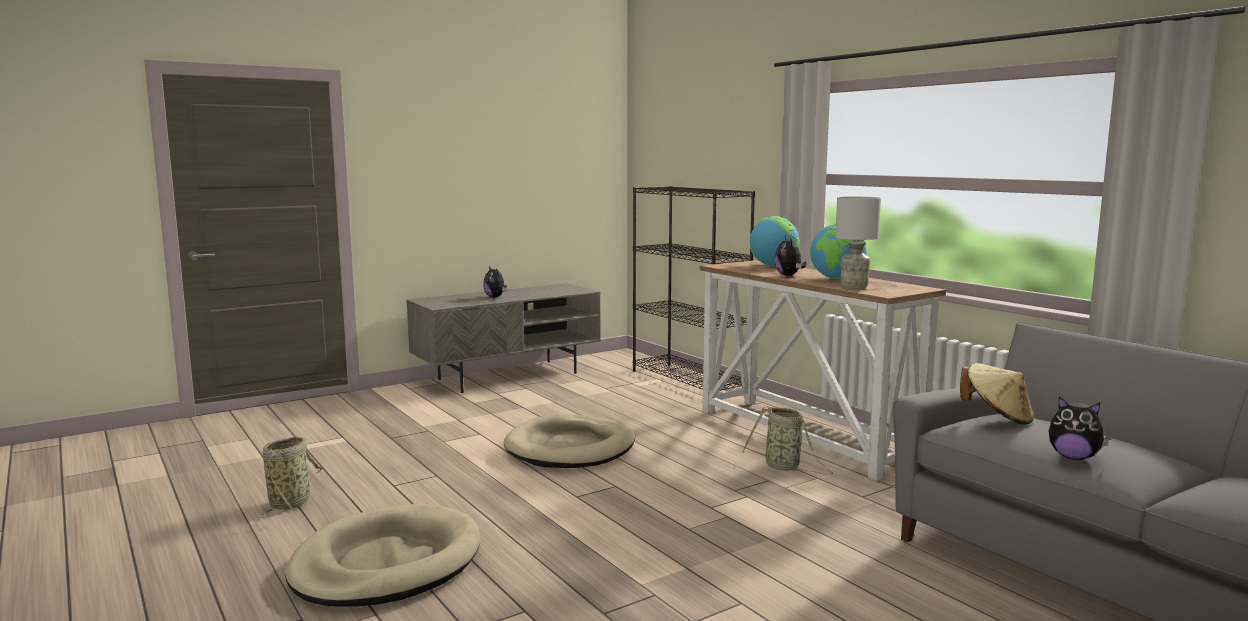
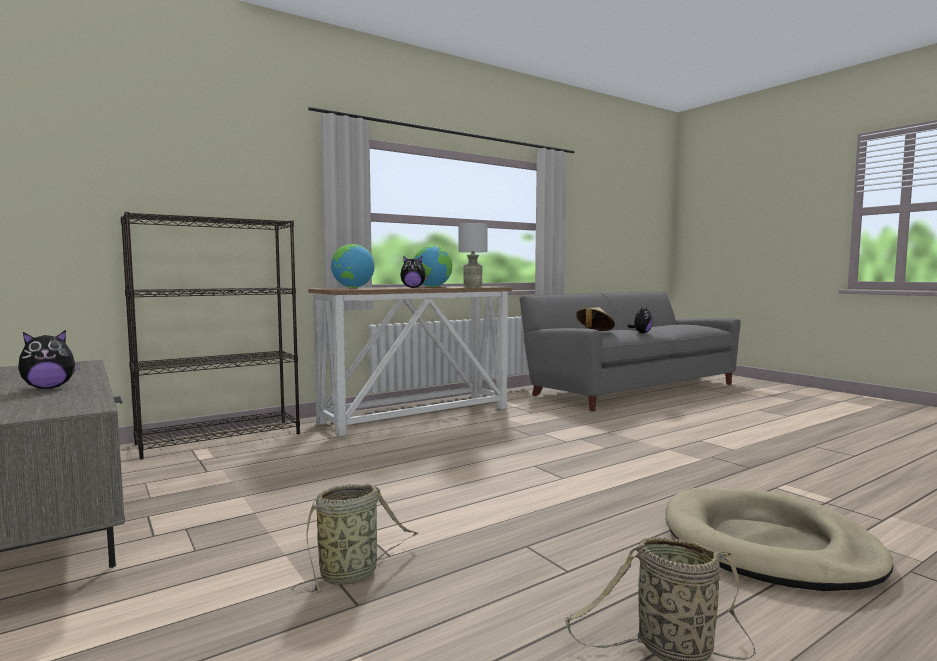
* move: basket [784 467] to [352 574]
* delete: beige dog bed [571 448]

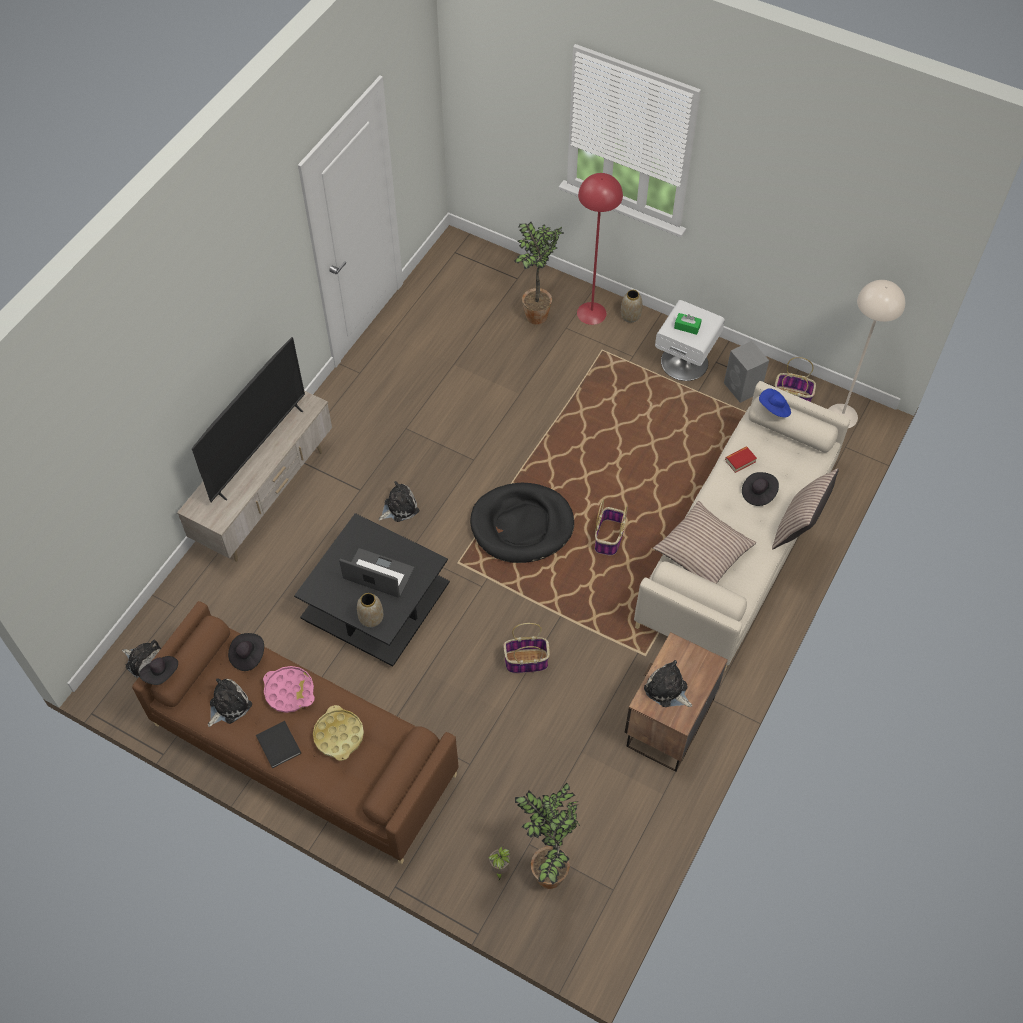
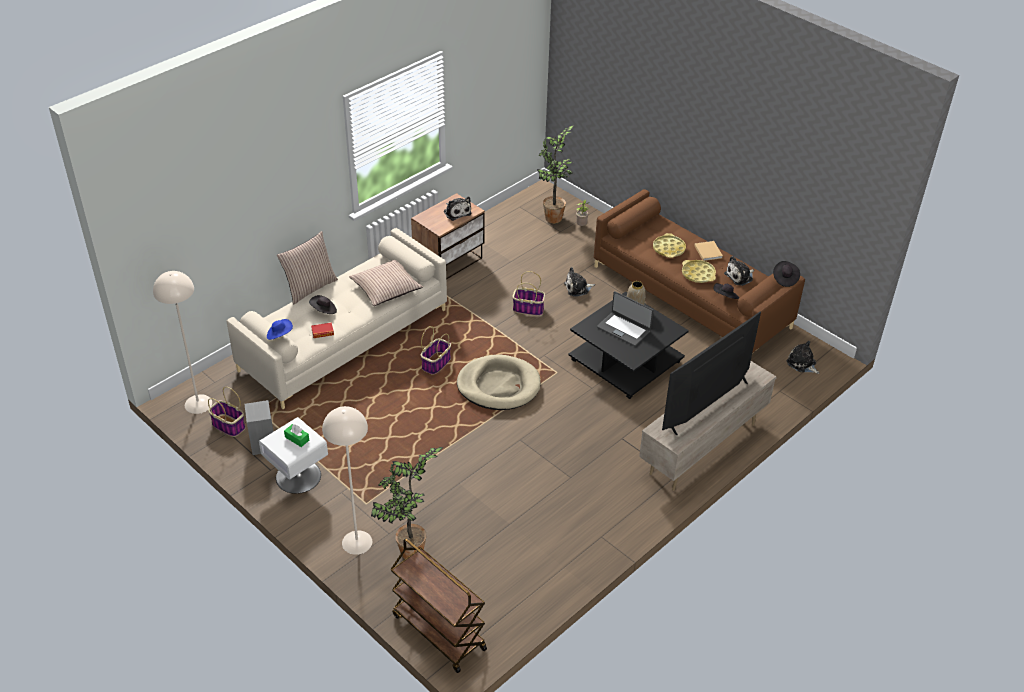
* recolor: red floor lamp [592 313] to beige floor lamp [356 542]
* delete: vase [630 316]
* move: plush toy [399 507] to [578 288]
* recolor: black dog bed [522 525] to beige dog bed [498 385]
* recolor: pink tray [289 691] to yellow tray [698 274]
* recolor: black book [279 746] to beige book [708 251]
* insert: brown cart [438 632]

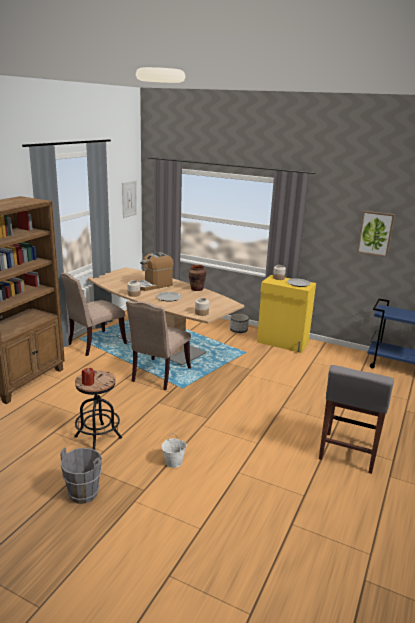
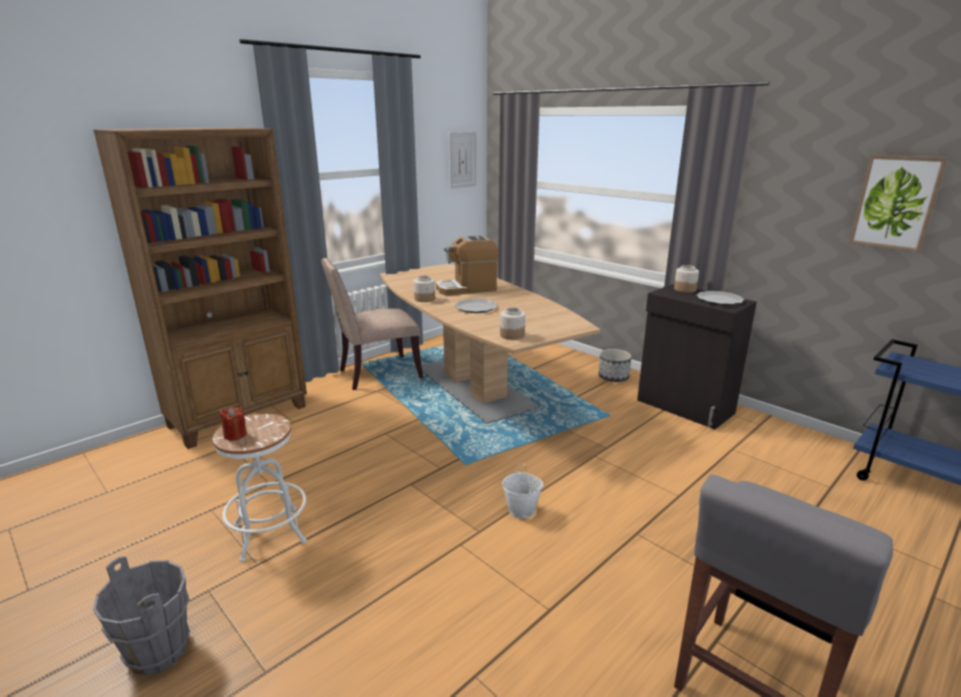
* delete: brown vase [196 289]
* recolor: yellow cabinet [282 343] to black cabinet [685 407]
* delete: beige chair [159 375]
* recolor: black stool [98 437] to white stool [270 533]
* move: white bucket [174 462] to [522 510]

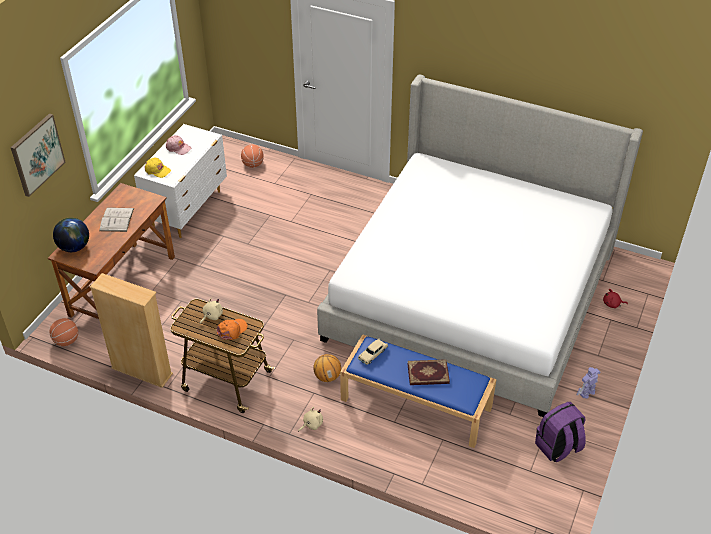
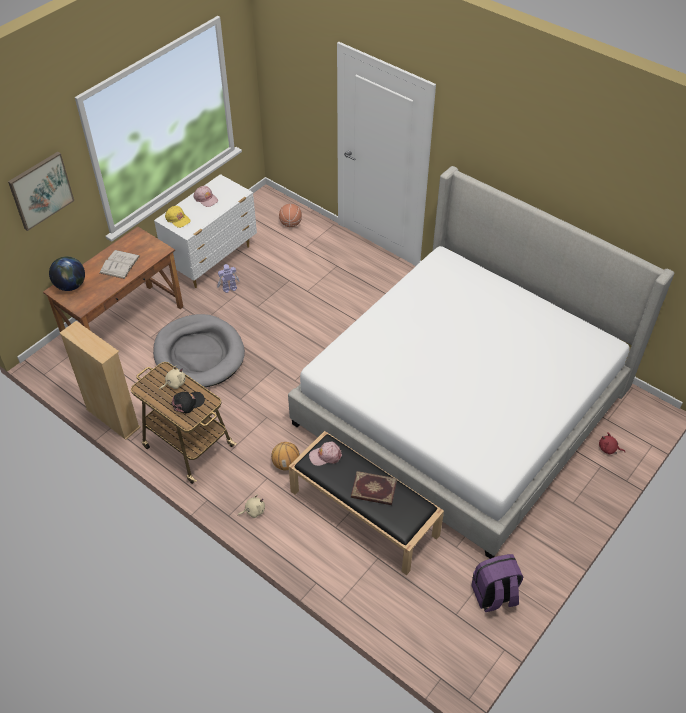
* delete: basketball [66 341]
* recolor: orange cap [232 330] to black cap [188 403]
* recolor: blue bench [417 403] to black bench [365 513]
* replace: beige toy car [373 354] to pink cap [325 456]
* move: toy robot [586 393] to [229 288]
* insert: grey dog bed [199 354]

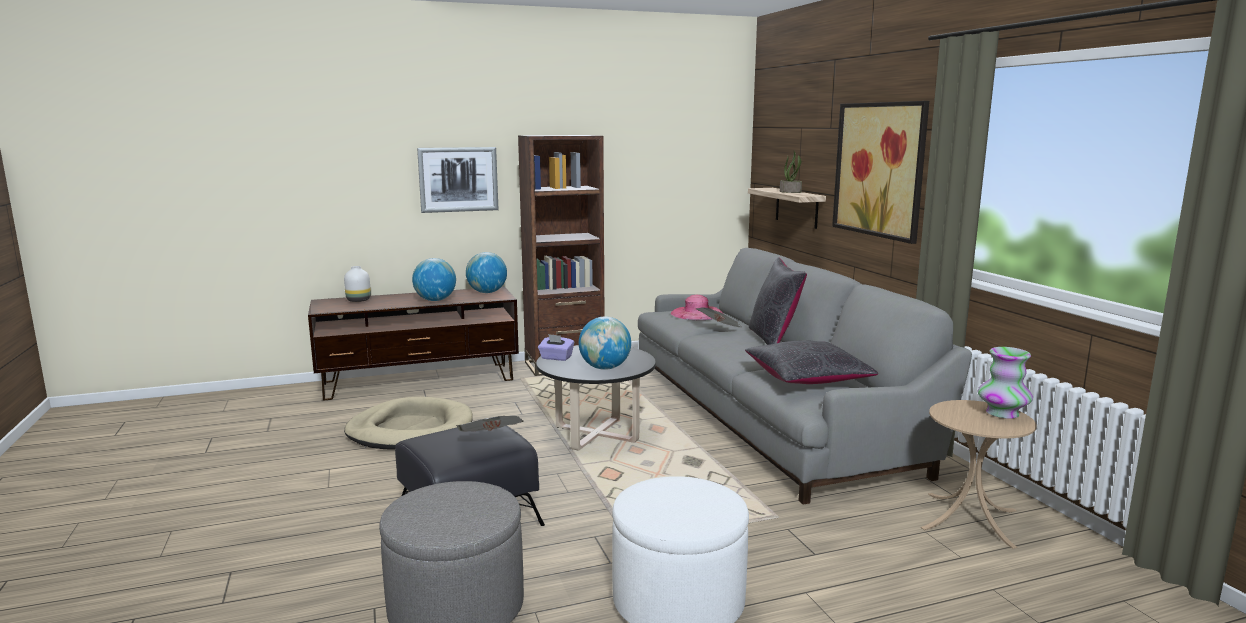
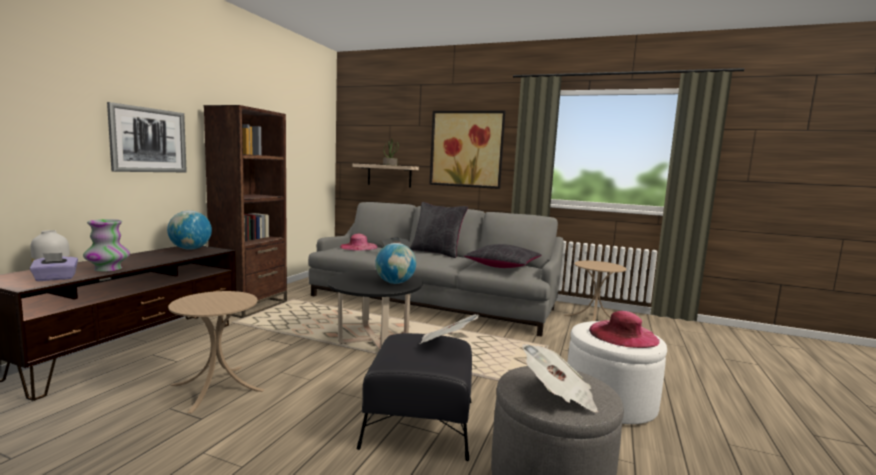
* delete: globe [435 300]
* move: purple tissue box [556 358] to [55 278]
* move: vase [1002 413] to [108 269]
* replace: beige dog bed [410 430] to beige side table [217 387]
* insert: pink hat [623 334]
* insert: newspaper [558 396]

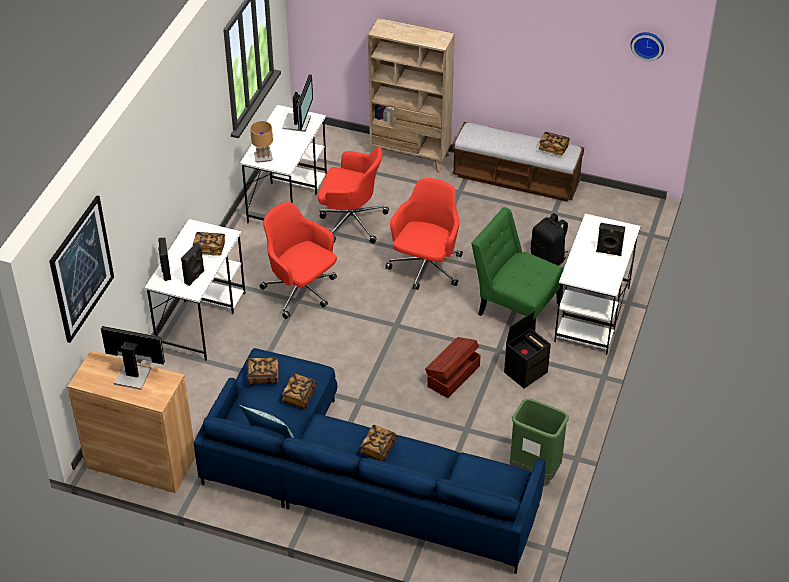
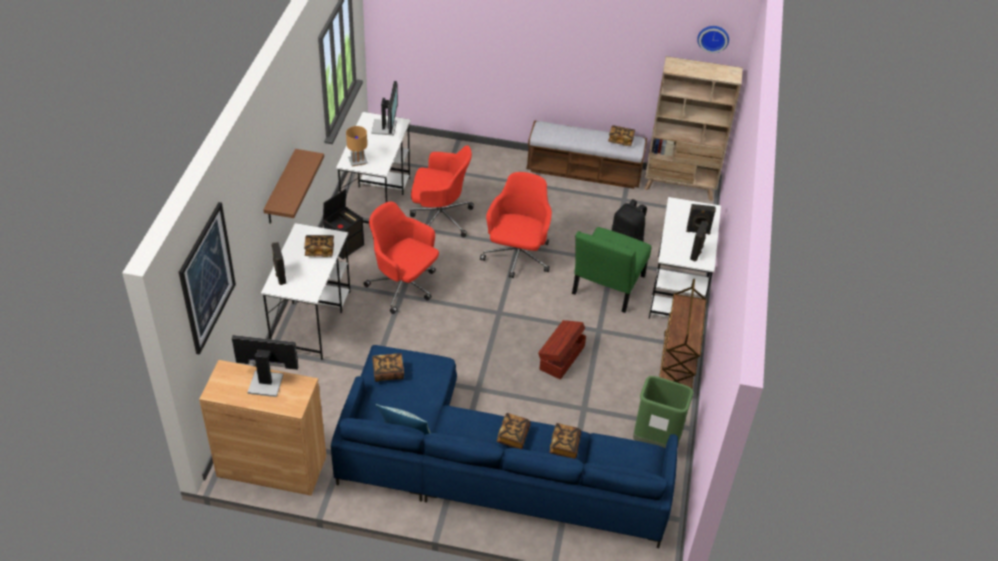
* move: beige bookcase [410 156] to [680 186]
* rotate: green chair [515 306] = [606 288] 90 degrees counterclockwise
* move: black speaker [195 277] to [697 253]
* move: black storage box [525 371] to [345 245]
* move: book [299 396] to [564 446]
* insert: brown shelf [280 188]
* insert: brown cart [677 366]

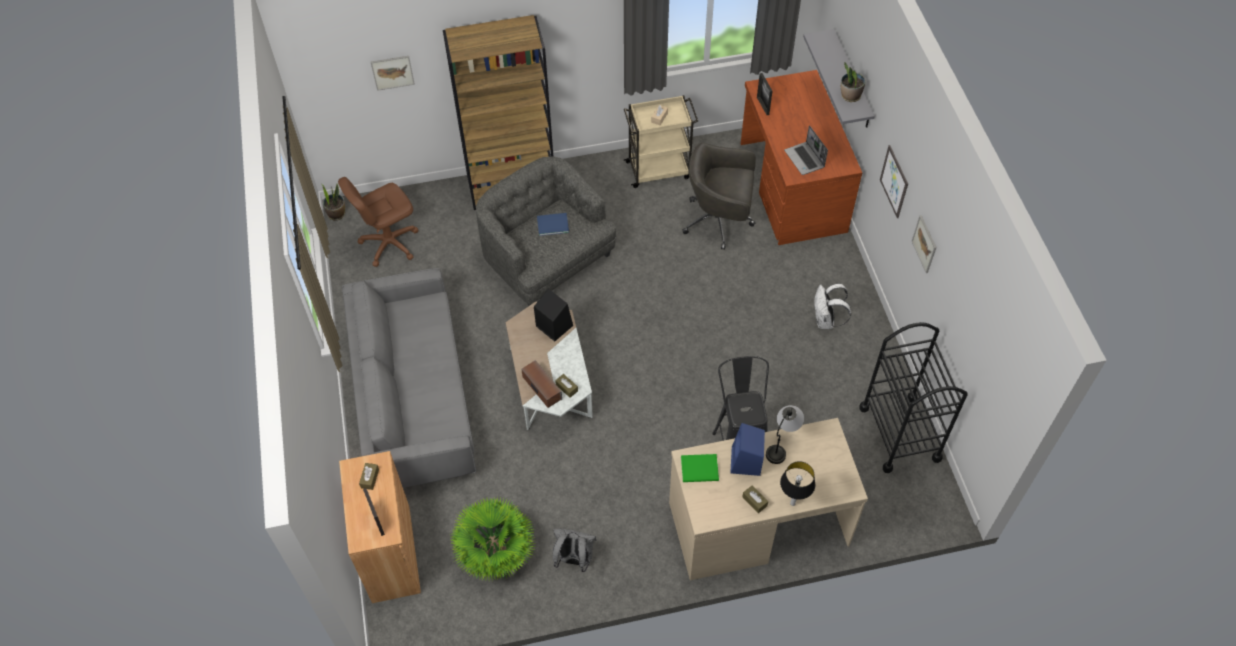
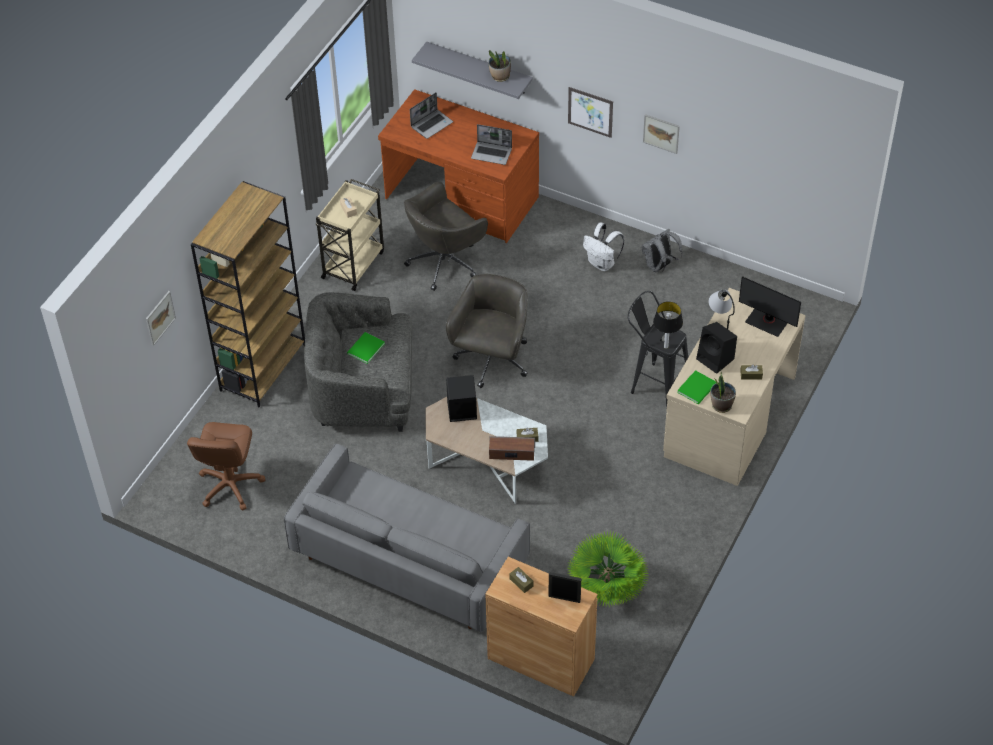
* delete: picture frame [763 106]
* move: potted plant [337 214] to [721 405]
* recolor: blue book [551 224] to green book [364 349]
* delete: black cart [899 433]
* recolor: blue speaker [746 462] to black speaker [716 359]
* move: table lamp [792 503] to [665 346]
* move: grey backpack [574 559] to [659 266]
* insert: laptop [432 124]
* insert: grey office chair [492 361]
* insert: monitor [767 321]

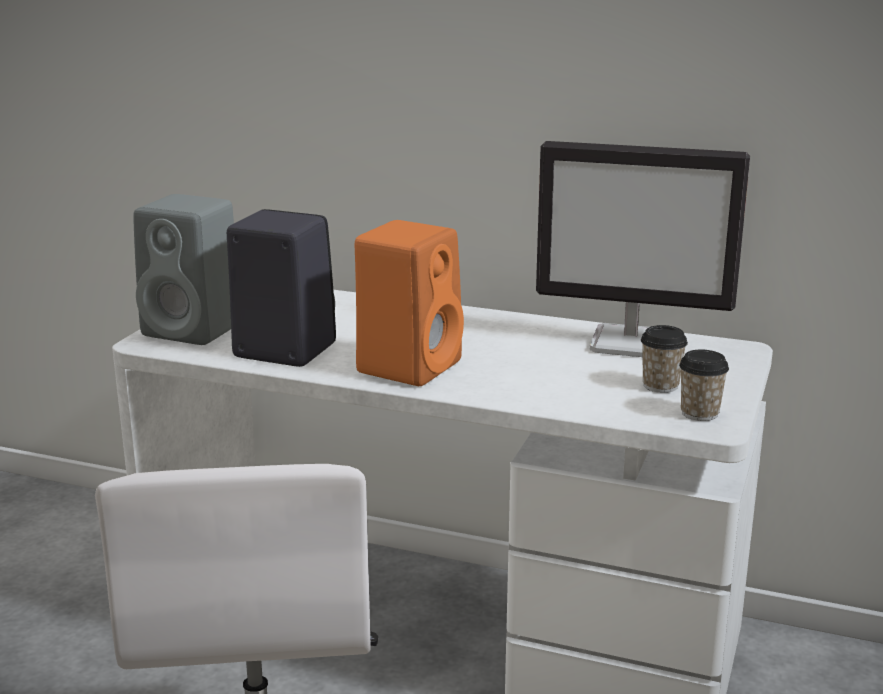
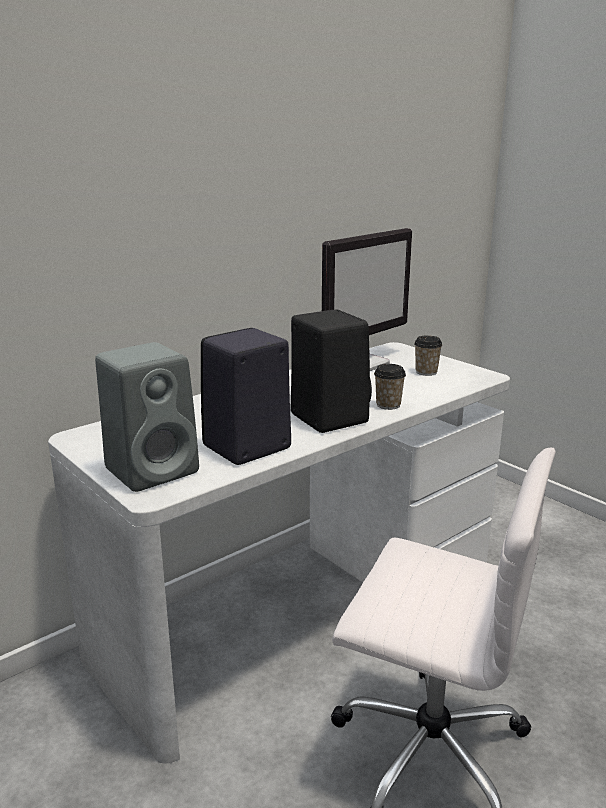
* recolor: orange speaker [410 365] to black speaker [326 417]
* move: cup [699 413] to [388 405]

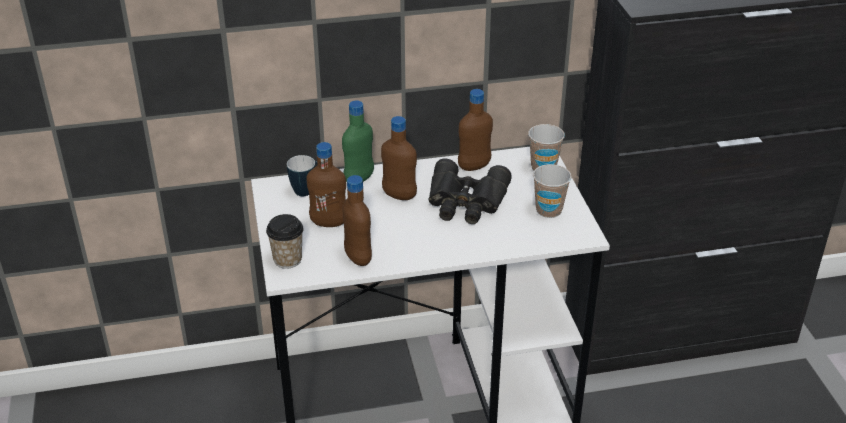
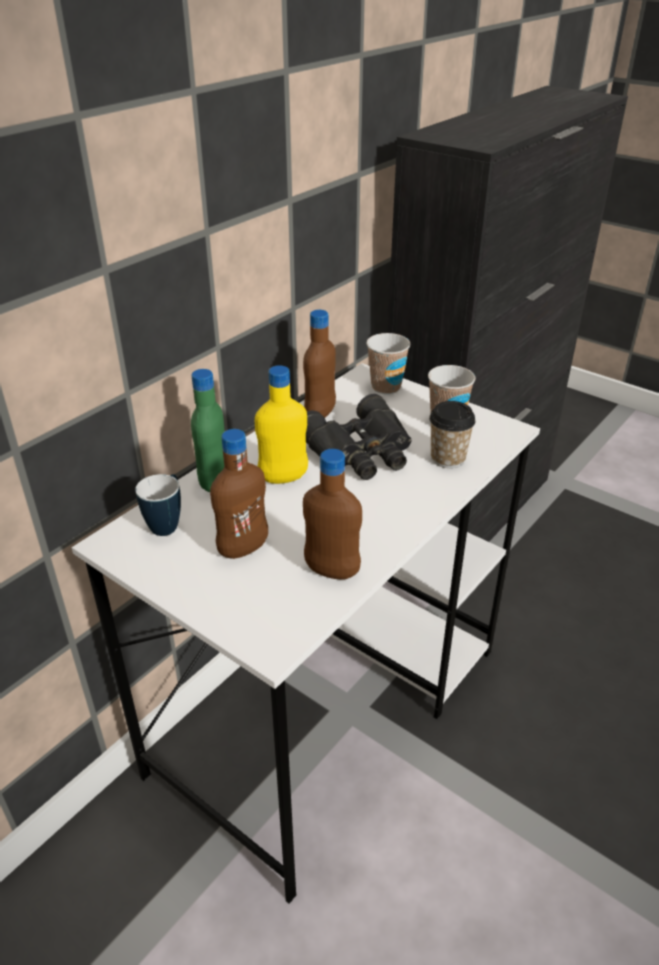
* recolor: brown bottle [399 195] to yellow bottle [283 478]
* move: cup [287 260] to [447 458]

